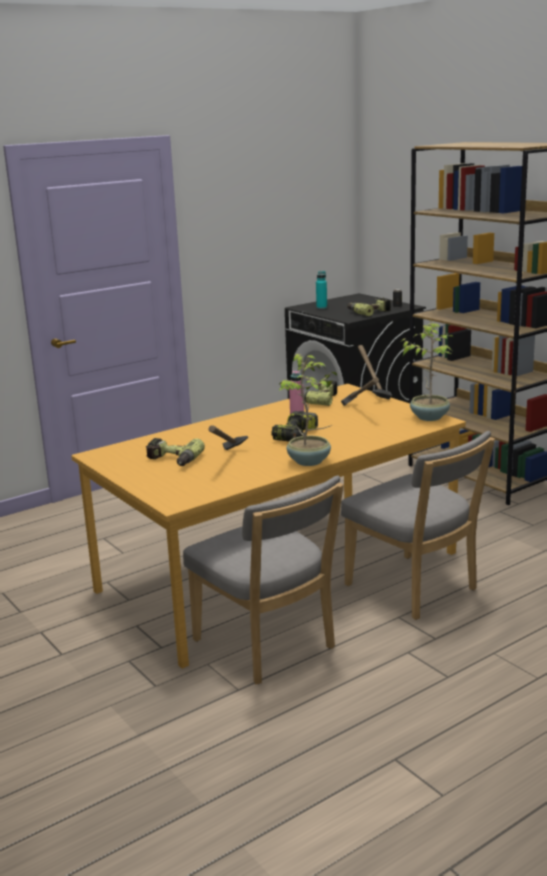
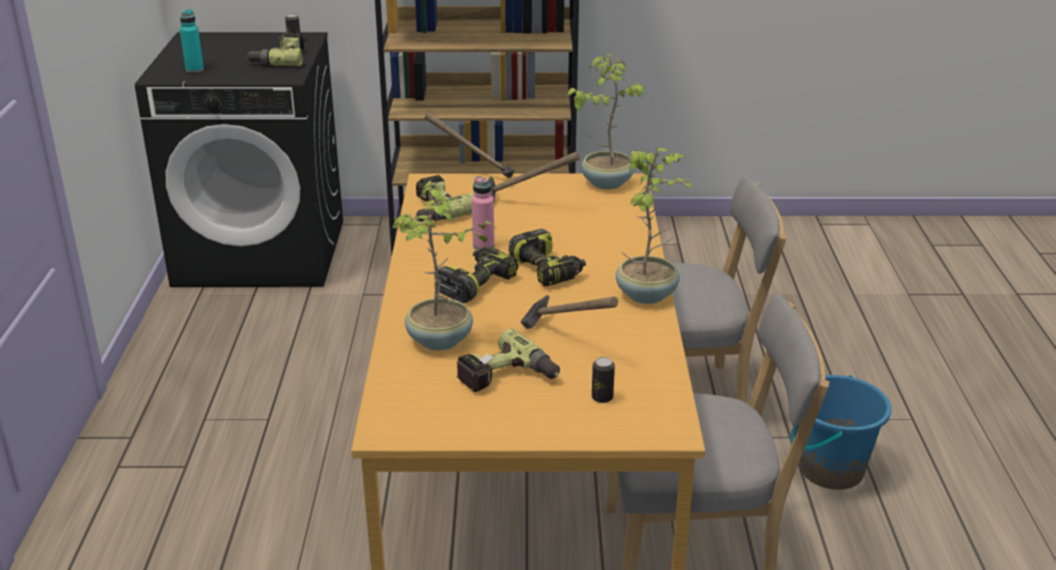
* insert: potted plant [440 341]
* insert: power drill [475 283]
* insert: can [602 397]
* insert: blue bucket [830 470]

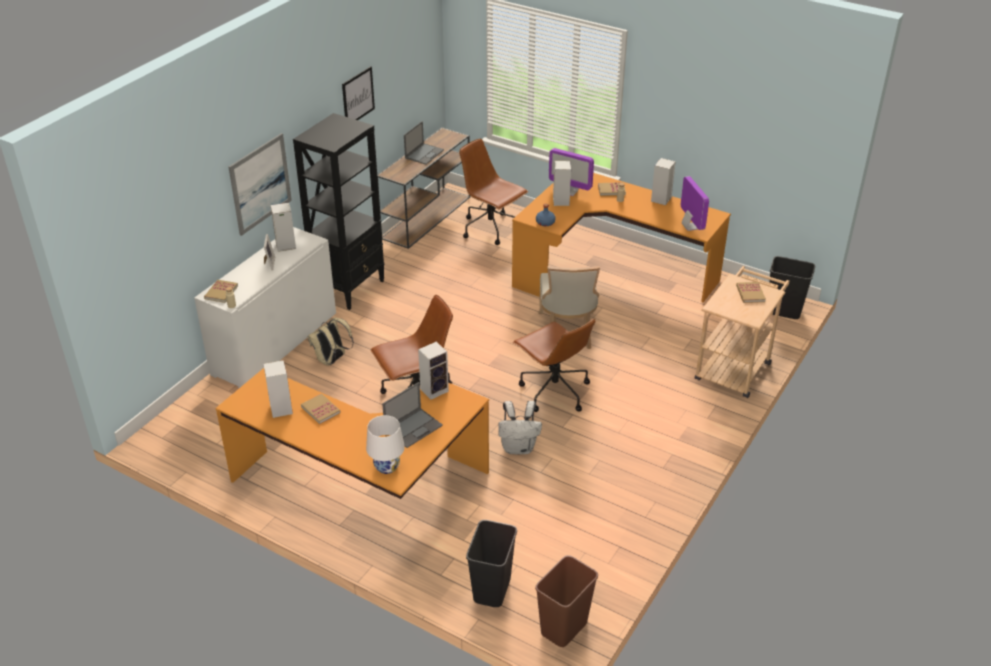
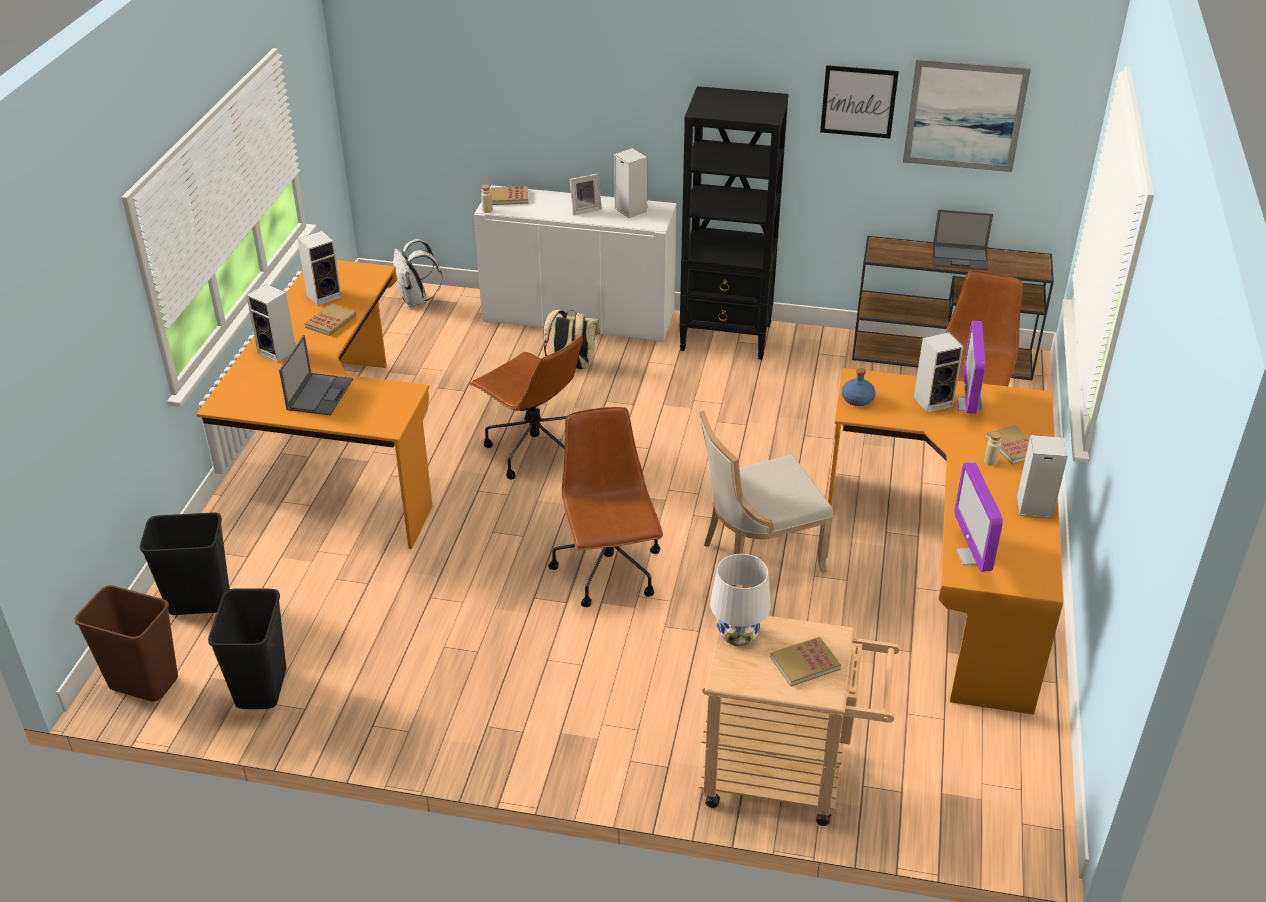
* move: picture [260 184] to [964 115]
* rotate: monitor [690 227] = [972 556] 120 degrees clockwise
* move: black trash can [783 312] to [260 687]
* rotate: brown office chair [553 391] = [609 571] 135 degrees clockwise
* move: speaker [435 389] to [278 352]
* rotate: laptop [413 427] = [320 394] 105 degrees counterclockwise
* move: white backpack [519 447] to [416 301]
* move: white table lamp [387 467] to [738 635]

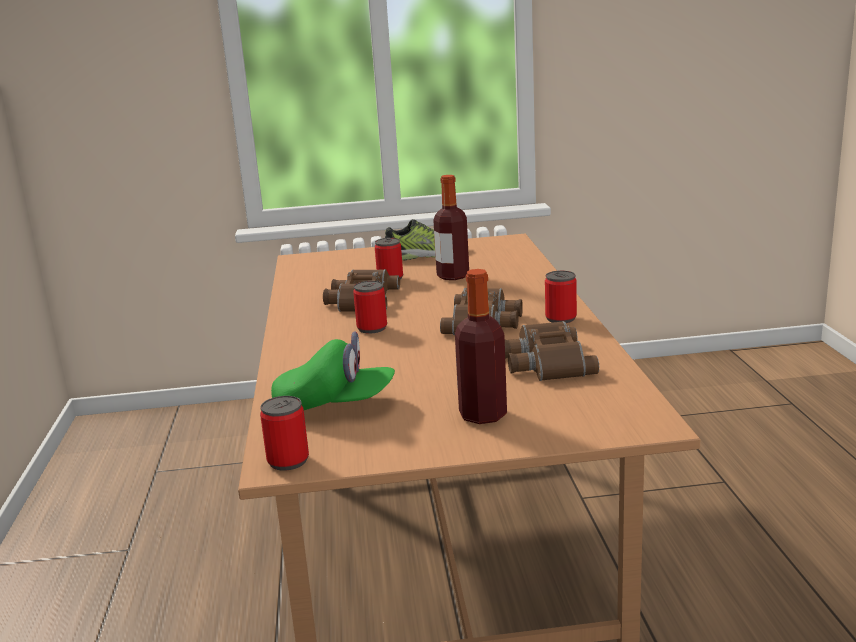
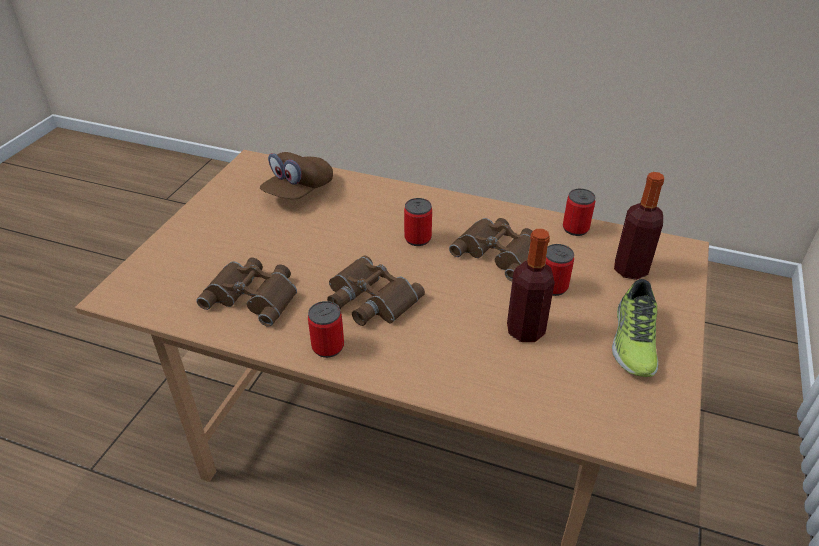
* move: bottle [483 415] to [630 269]
* recolor: green cap [335 405] to brown cap [298 192]
* move: can [288 461] to [575 228]

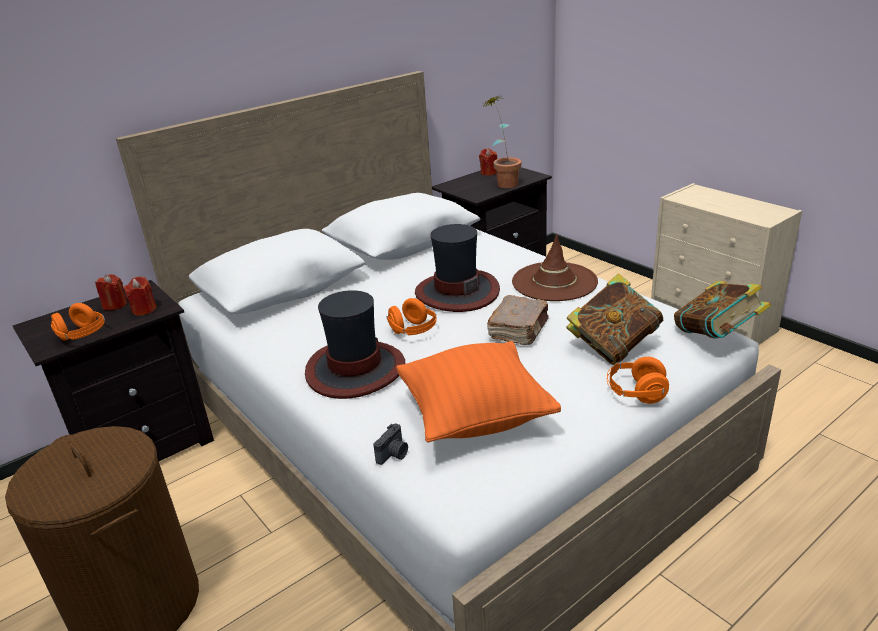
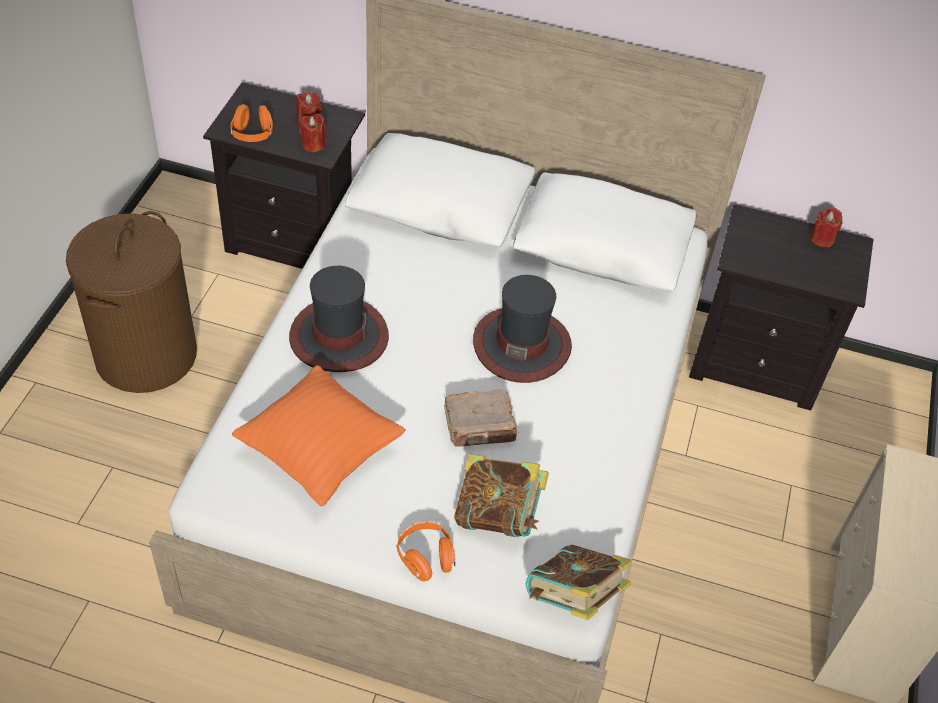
* delete: potted plant [503 183]
* delete: brown hat [554 282]
* delete: orange headphones [413 331]
* delete: photo camera [394 454]

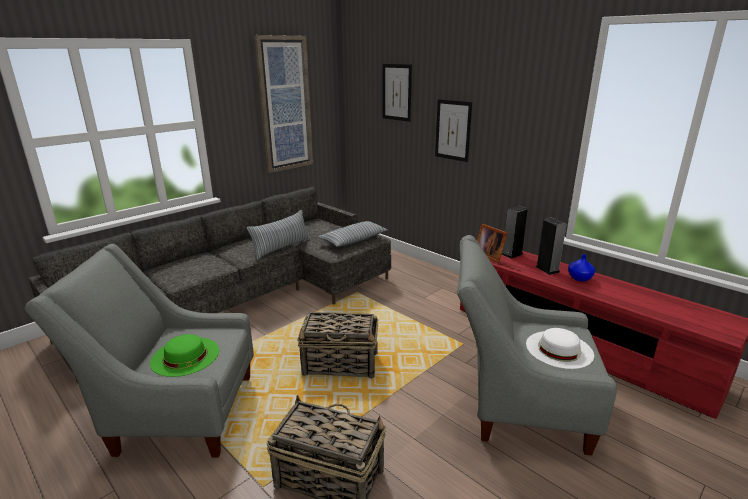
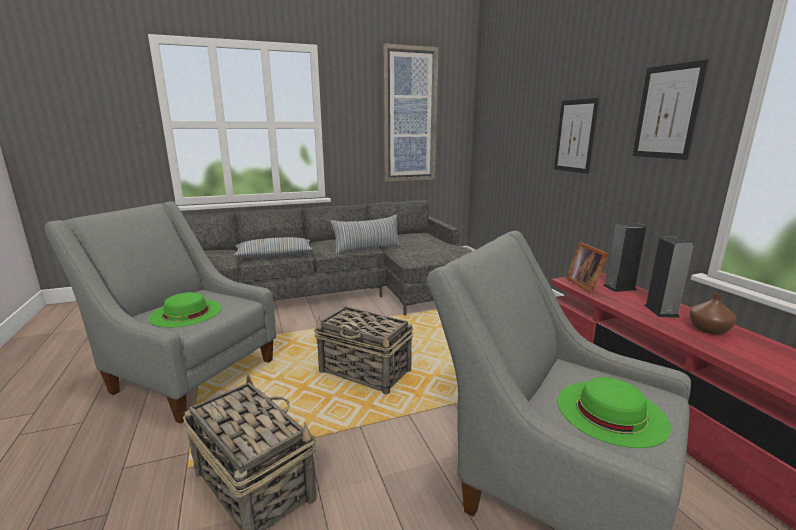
* move: picture [396 92] to [667 112]
* move: pillow [353 240] to [274 255]
* recolor: blue vase [580 278] to brown vase [709 330]
* recolor: white hat [559 349] to green hat [611 412]

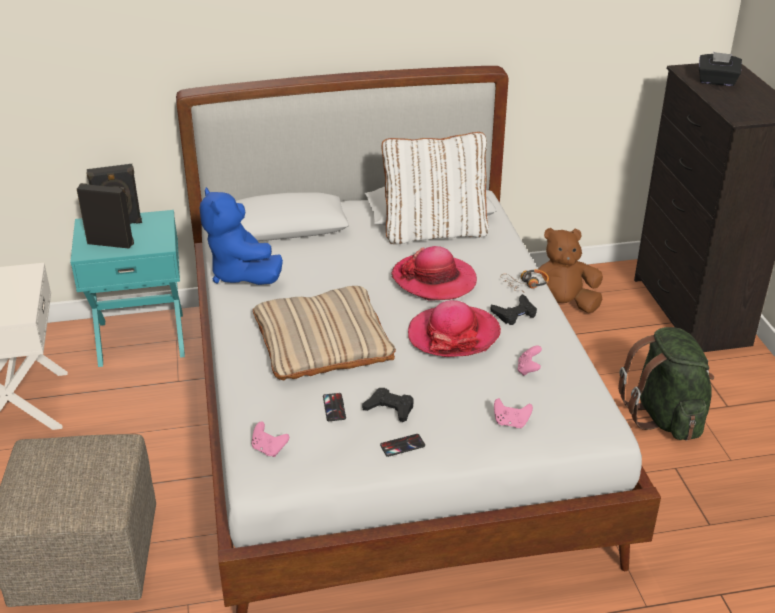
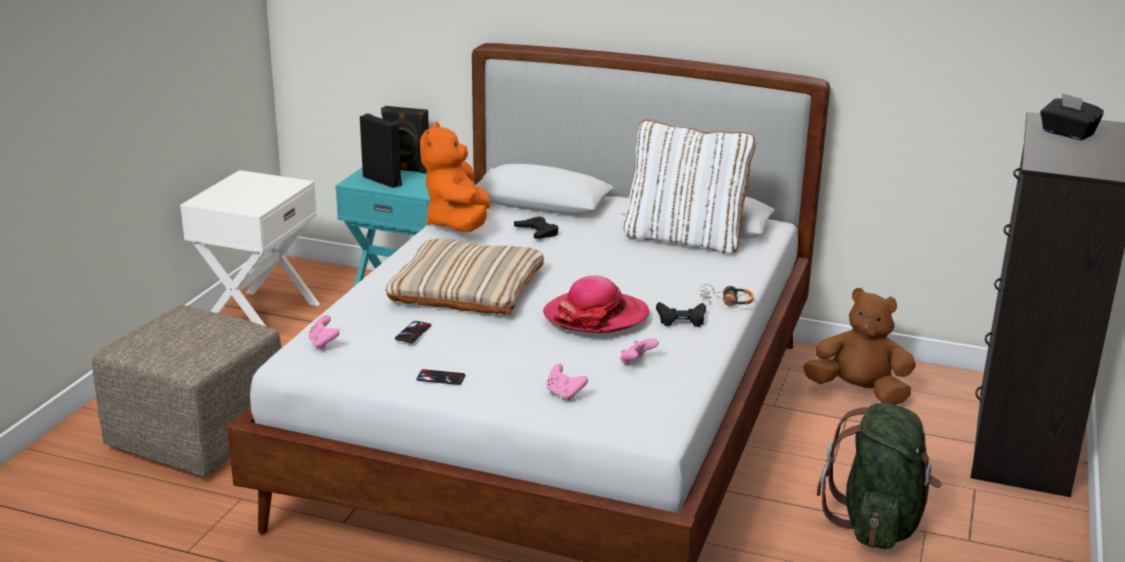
* recolor: blue plush toy [241 274] to orange plush toy [458 225]
* delete: hat [434 280]
* move: black game controller [390 408] to [537 232]

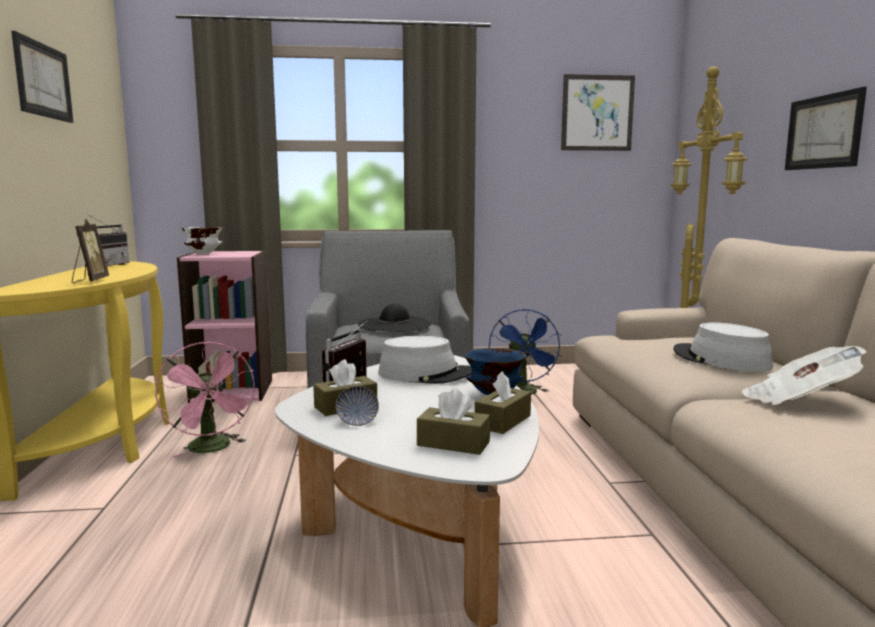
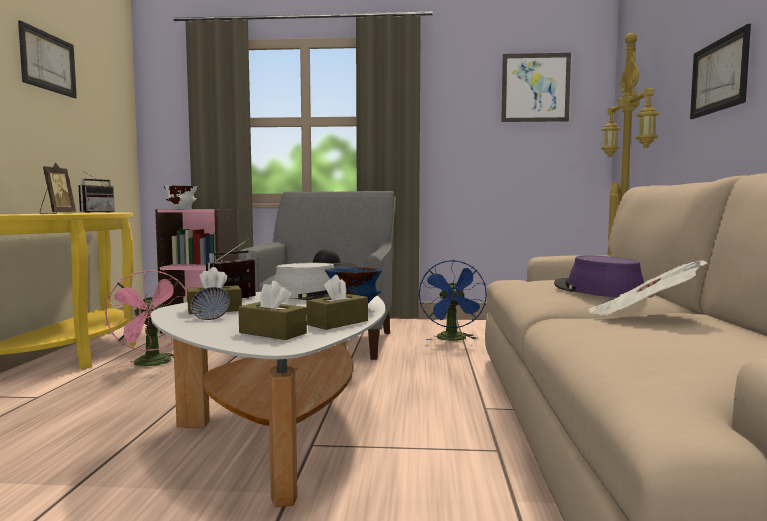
* recolor: grey hat [720 359] to purple hat [597 290]

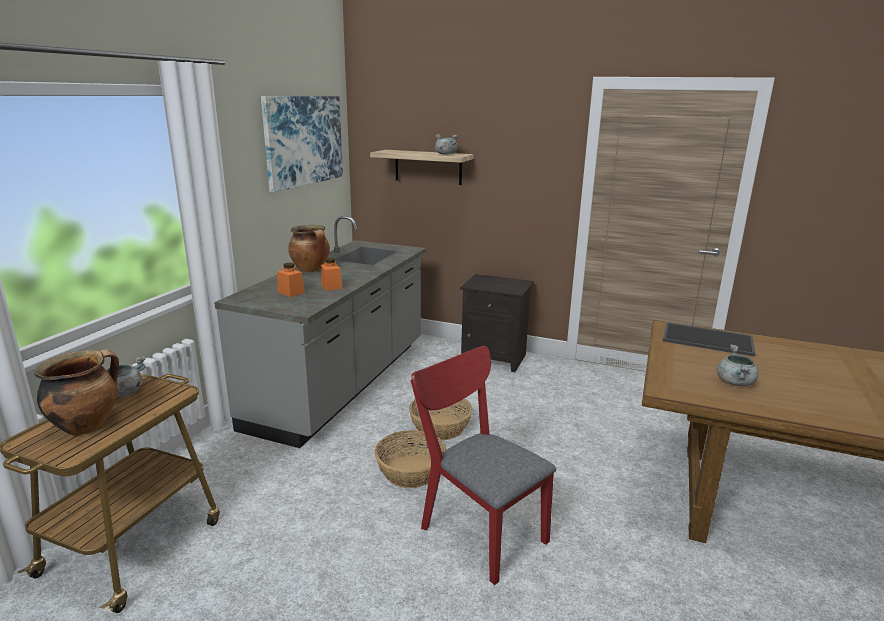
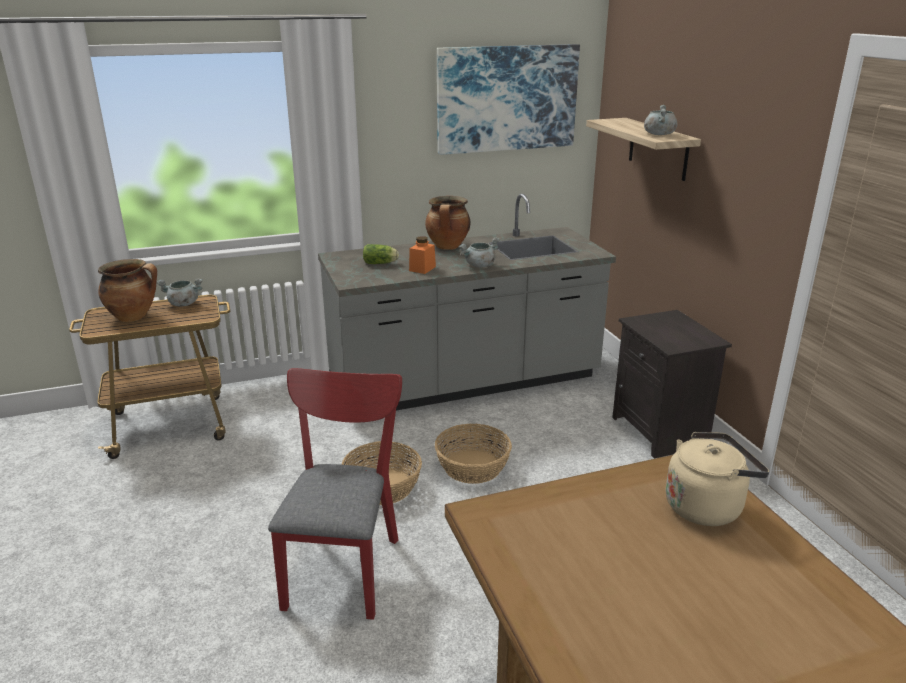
* replace: orange jar [291 292] to lettuce [381 263]
* replace: tray [708 339] to beige kettle [706 506]
* move: grey cooking pot [735 383] to [479 265]

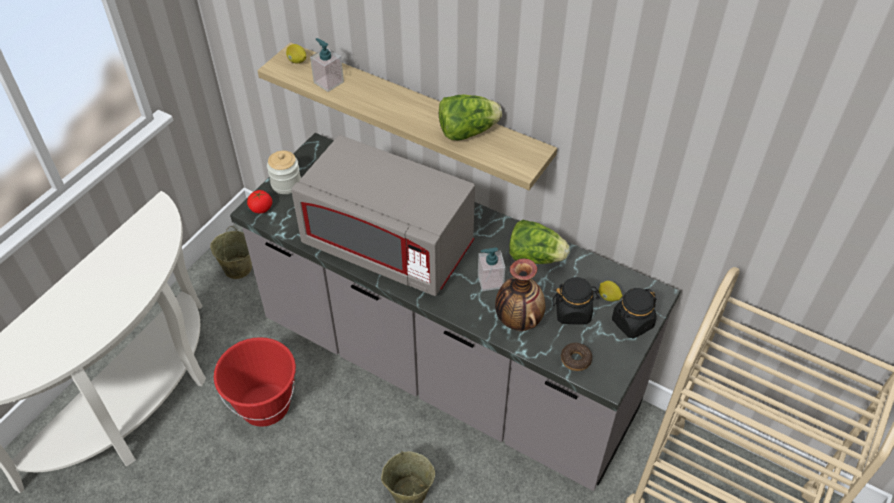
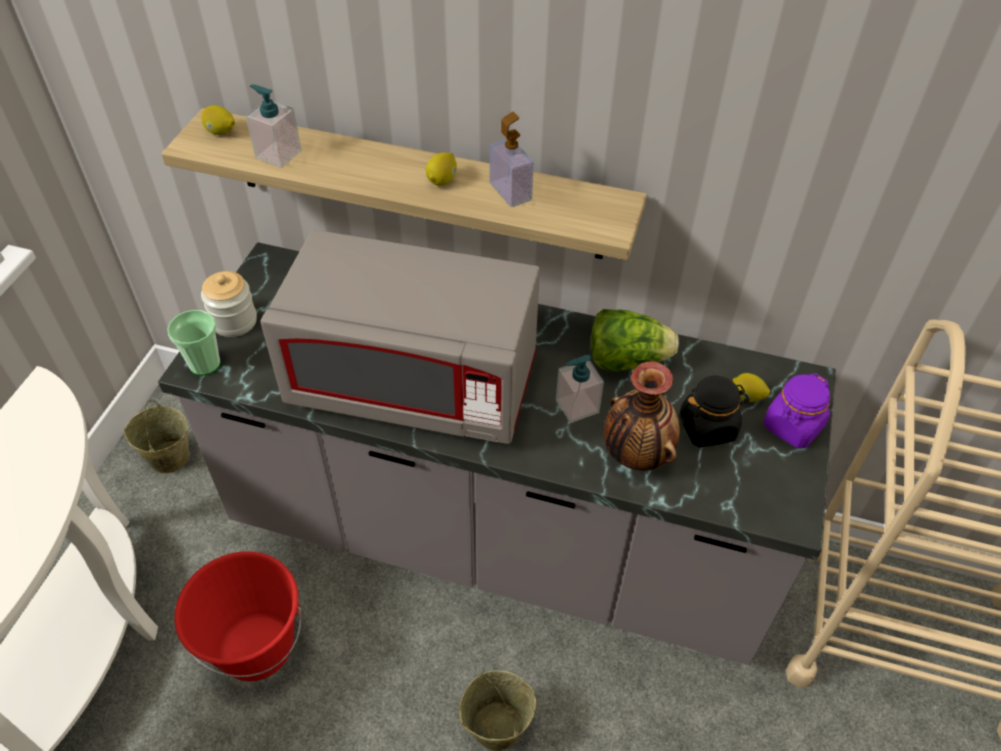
* replace: lettuce [467 132] to soap dispenser [510 192]
* replace: tomato [261 208] to cup [205 364]
* recolor: black jar [632 323] to purple jar [792 427]
* delete: donut [575 359]
* insert: lemon [442 180]

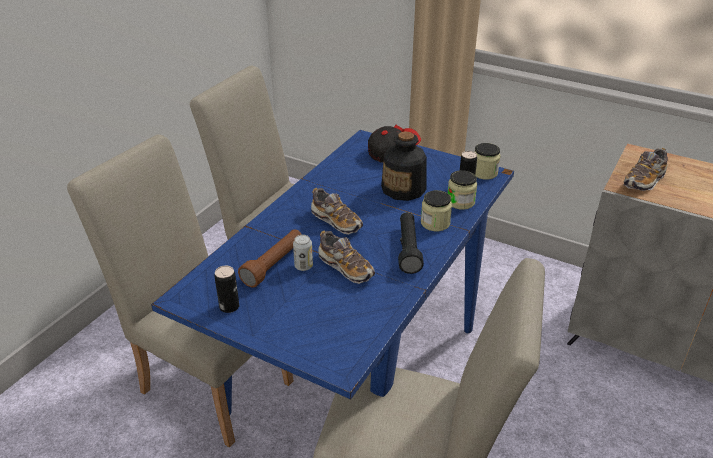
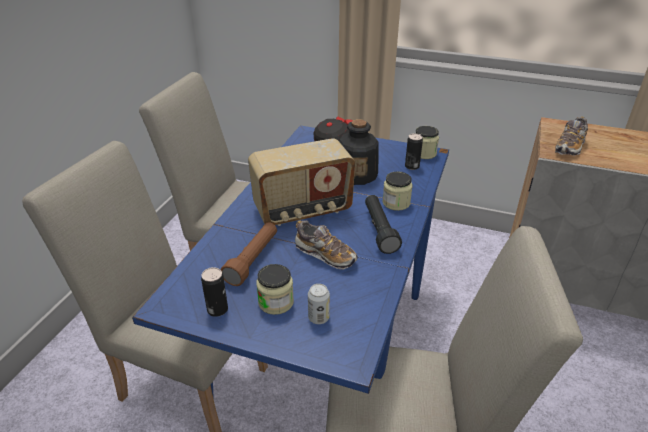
* move: jar [460 202] to [276 302]
* replace: shoe [336 221] to radio [303 211]
* move: can [303 266] to [318 318]

